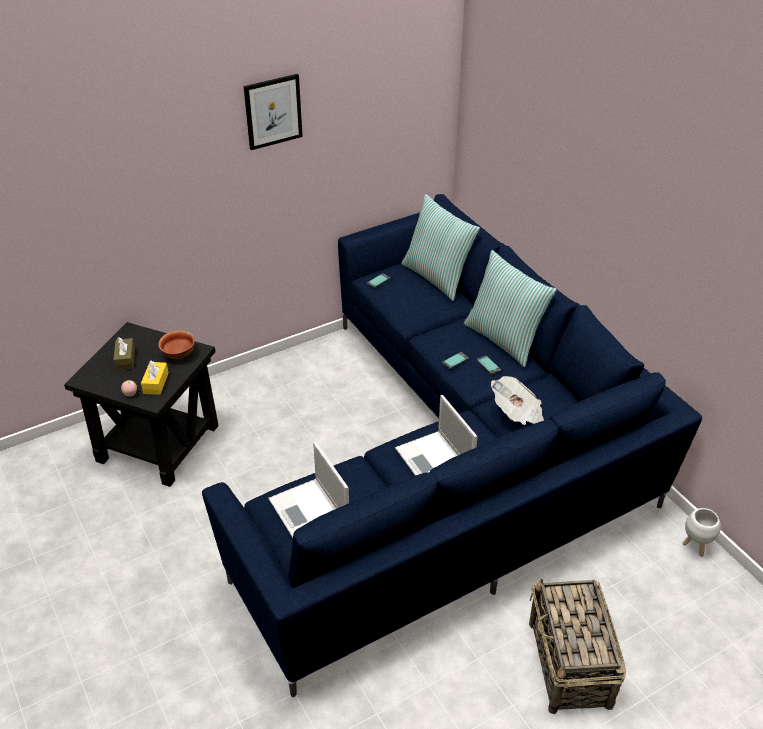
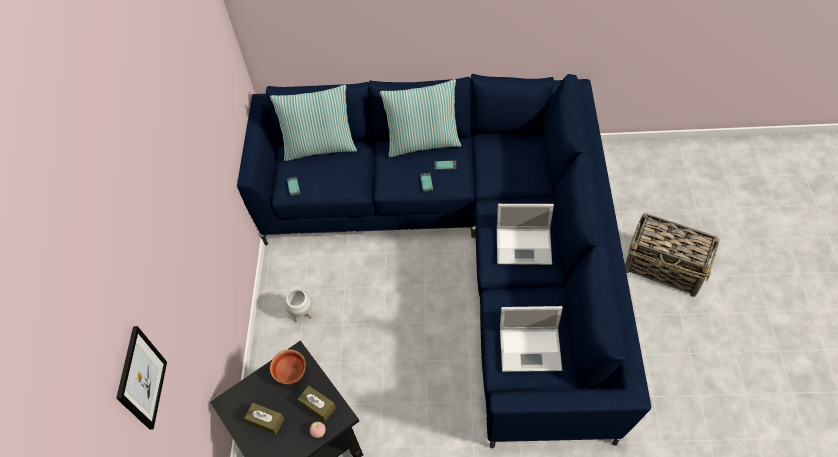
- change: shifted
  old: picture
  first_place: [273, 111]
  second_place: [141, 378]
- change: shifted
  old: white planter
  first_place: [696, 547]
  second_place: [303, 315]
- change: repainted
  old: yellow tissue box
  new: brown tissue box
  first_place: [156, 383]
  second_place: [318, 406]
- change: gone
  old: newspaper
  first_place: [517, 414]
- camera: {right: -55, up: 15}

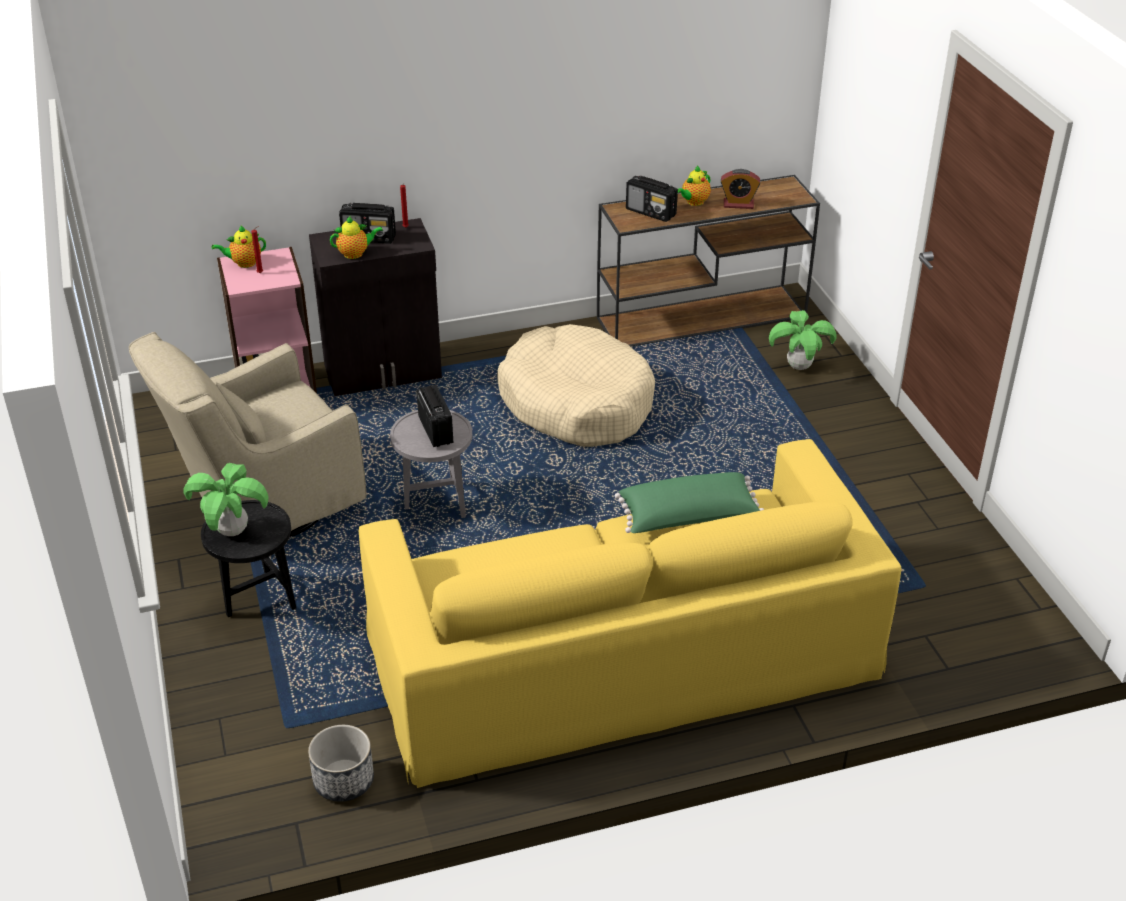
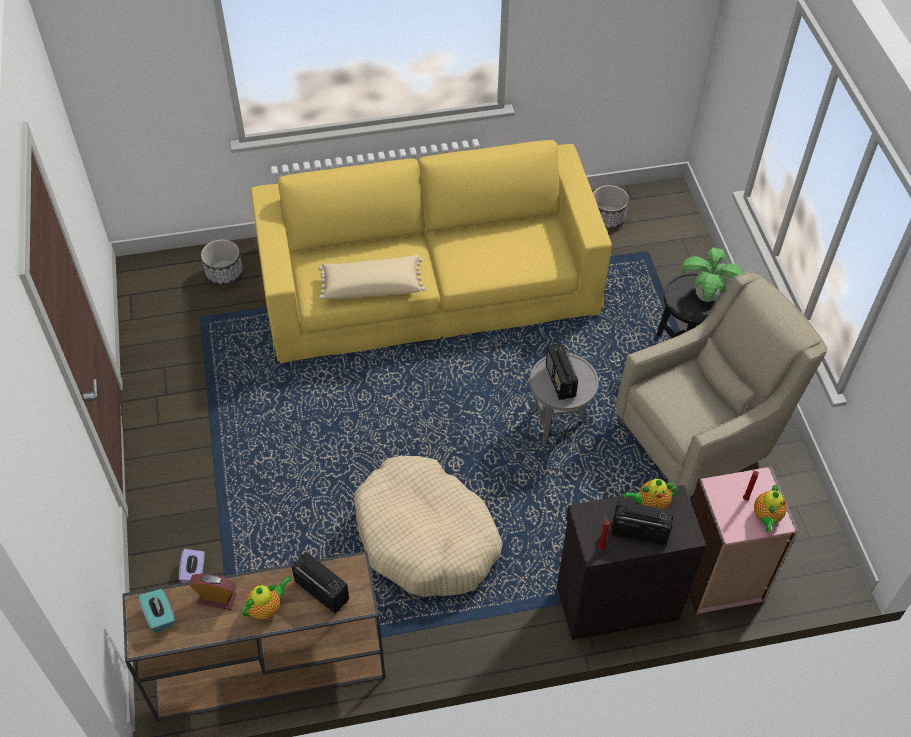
- change: new
  new: turquoise tissue box
  second_place: [160, 616]
- change: swapped
  old: potted plant
  new: purple tissue box
  first_place: [799, 367]
  second_place: [194, 572]
- change: new
  new: planter
  second_place: [224, 273]
- change: repainted
  old: green pillow
  new: beige pillow
  first_place: [688, 518]
  second_place: [372, 285]
- change: rotated
  old: teapot
  first_place: [244, 263]
  second_place: [766, 517]
  degrees: 120
- camera: {right: -175, up: 15}

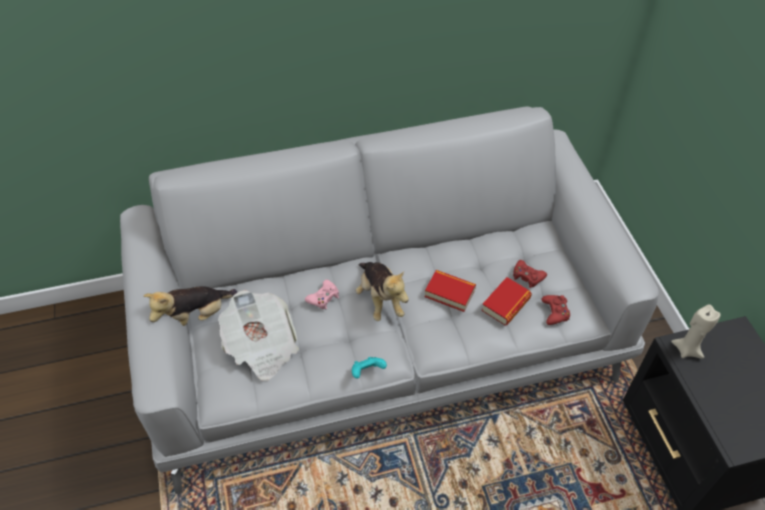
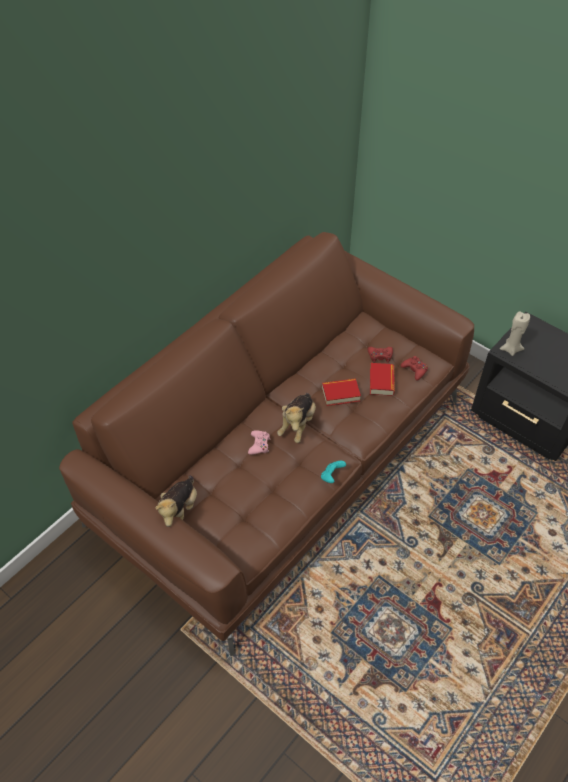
- change: repainted
  old: grey sofa
  new: brown sofa
  first_place: [382, 334]
  second_place: [284, 458]
- change: rotated
  old: plush toy
  first_place: [380, 299]
  second_place: [297, 424]
  degrees: 75
- change: gone
  old: newspaper
  first_place: [261, 346]
- camera: {right: -35, up: 0}

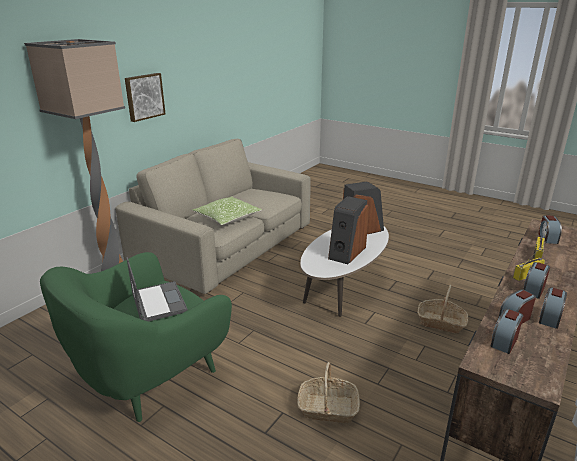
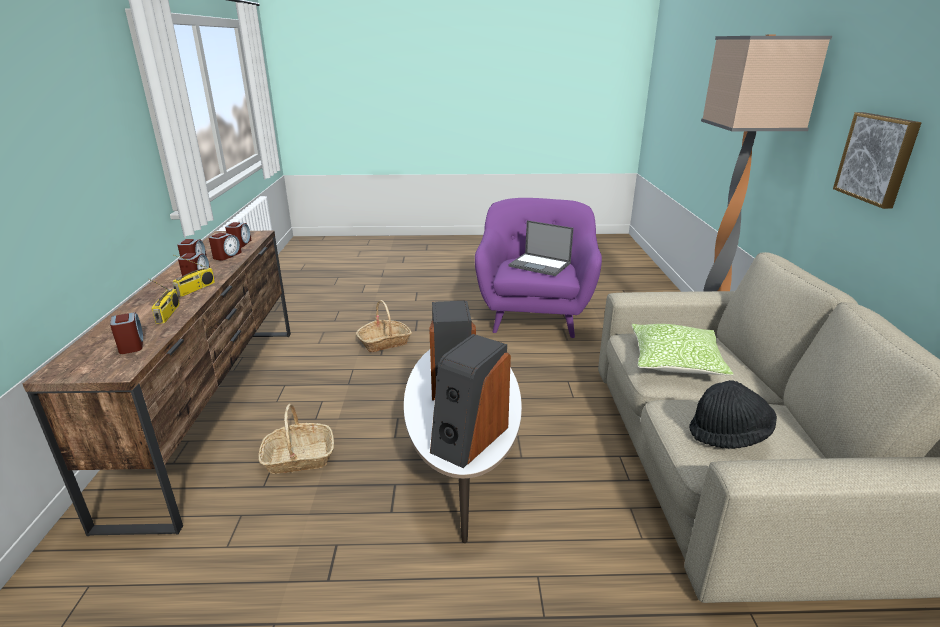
- change: repainted
  old: green armchair
  new: purple armchair
  first_place: [148, 374]
  second_place: [534, 315]
- change: new
  new: black hat
  second_place: [729, 434]
- camera: {right: 145, up: 0}

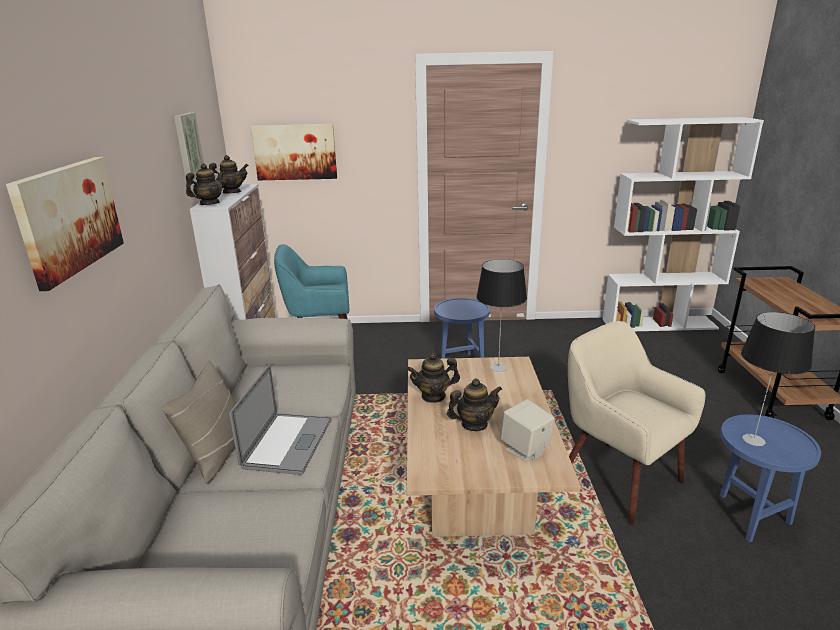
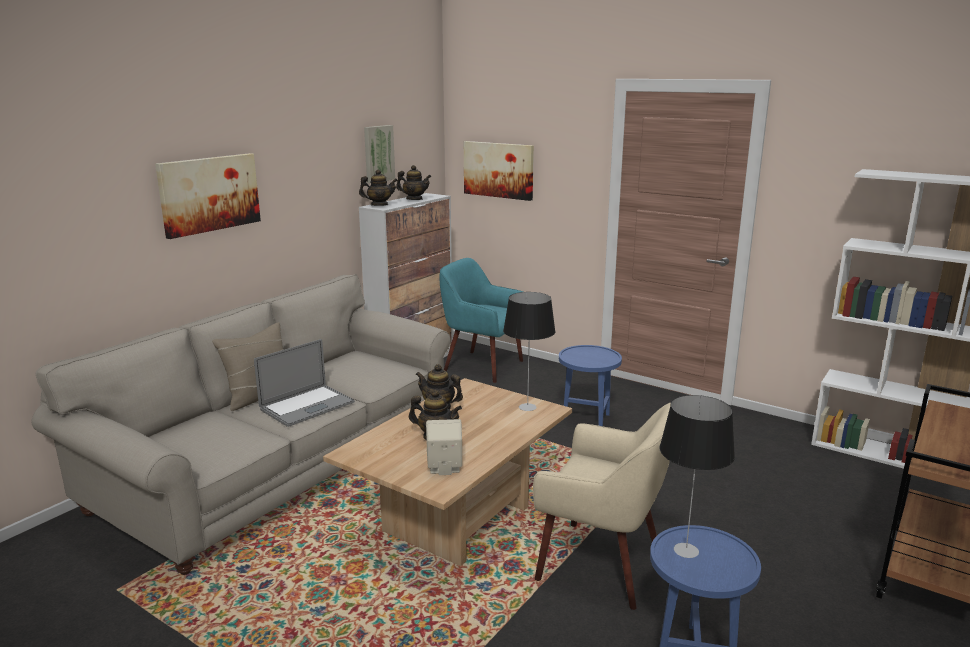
- change: rotated
  old: beige armchair
  first_place: [618, 478]
  second_place: [601, 565]
  degrees: 120
- camera: {right: 35, up: -5}

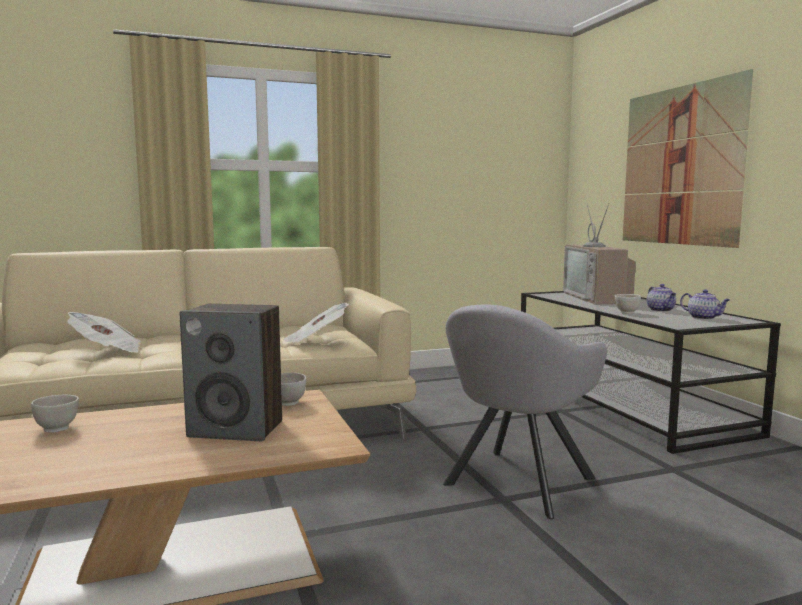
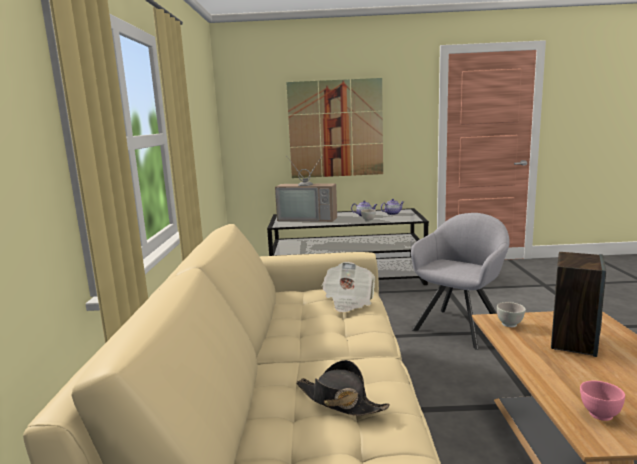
- change: swapped
  old: newspaper
  new: black hat
  first_place: [107, 350]
  second_place: [339, 401]
- change: rotated
  old: grey armchair
  first_place: [515, 484]
  second_place: [460, 326]
  degrees: -105
- change: repainted
  old: white bowl
  new: pink bowl
  first_place: [57, 429]
  second_place: [599, 414]
- camera: {right: -70, up: 5}

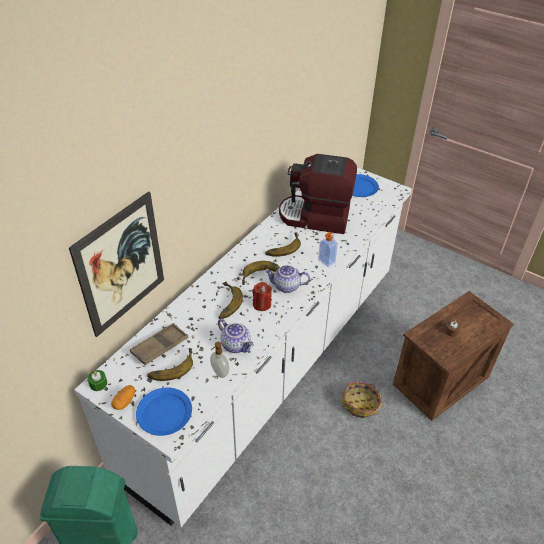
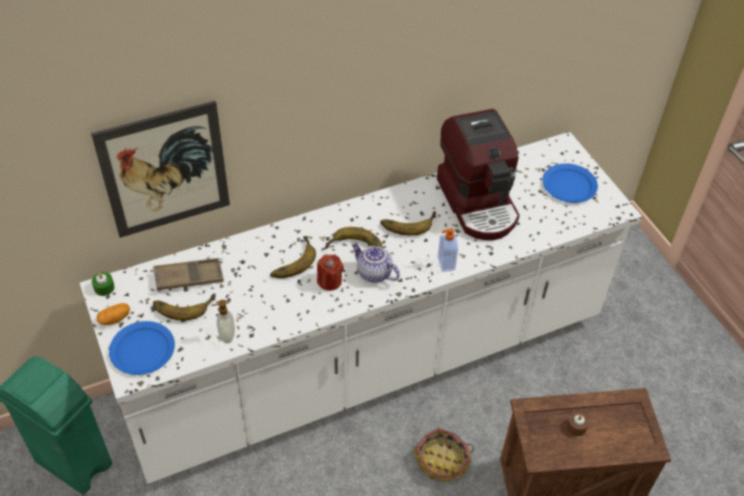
- change: rotated
  old: coffee machine
  first_place: [315, 217]
  second_place: [478, 202]
  degrees: -150
- change: gone
  old: teapot
  first_place: [236, 345]
- camera: {right: 30, up: 5}

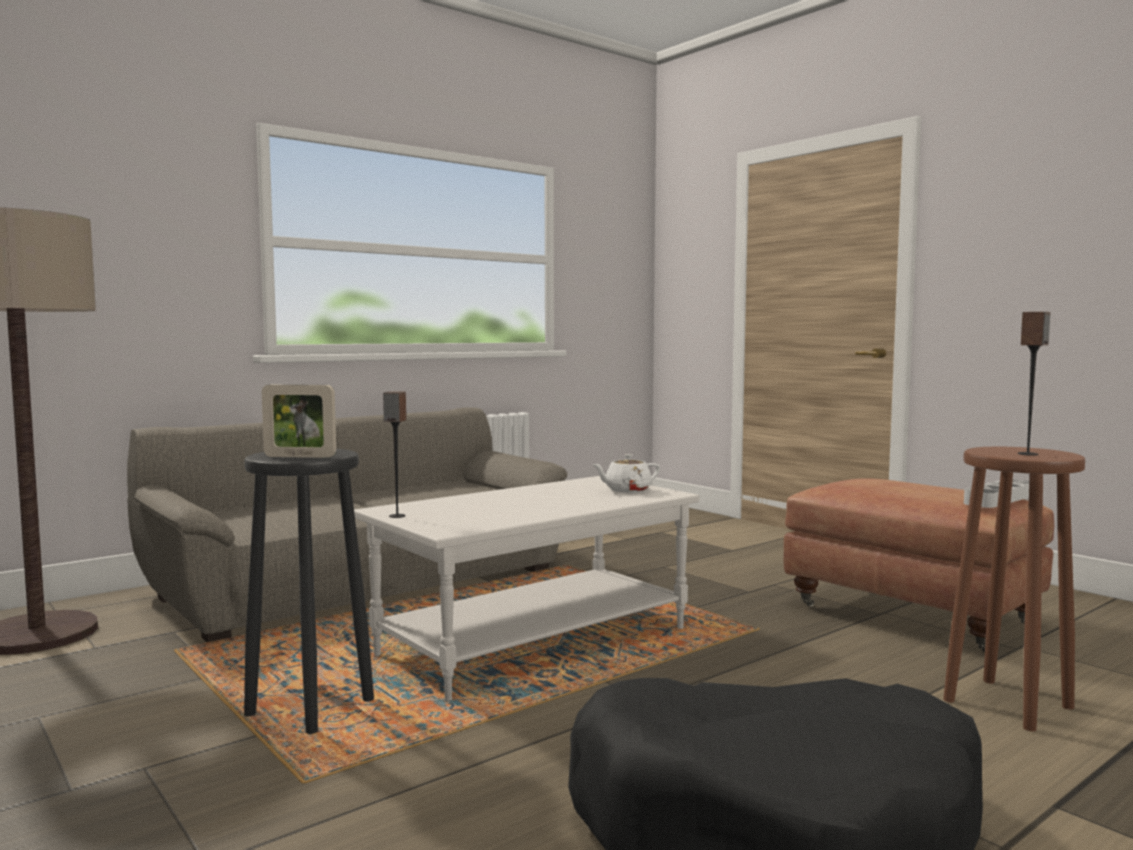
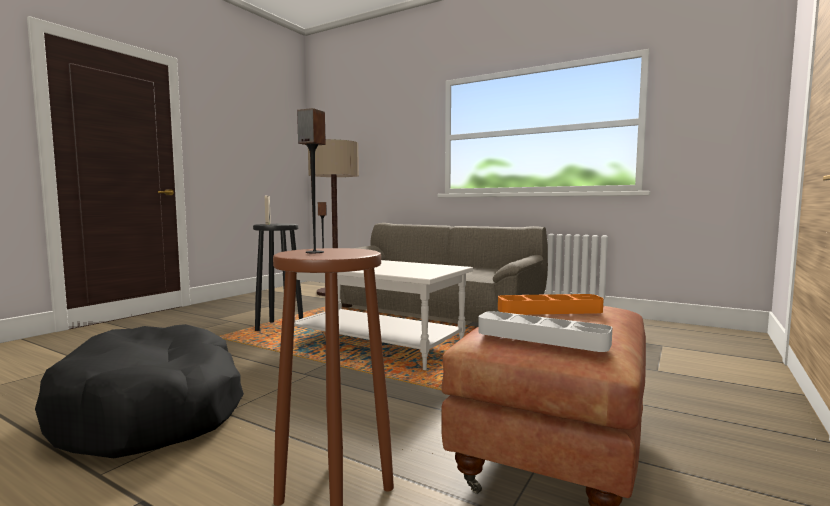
- change: new
  new: orange tray
  second_place: [549, 310]
- change: gone
  old: white teapot
  first_place: [627, 490]
- camera: {right: 70, up: 0}

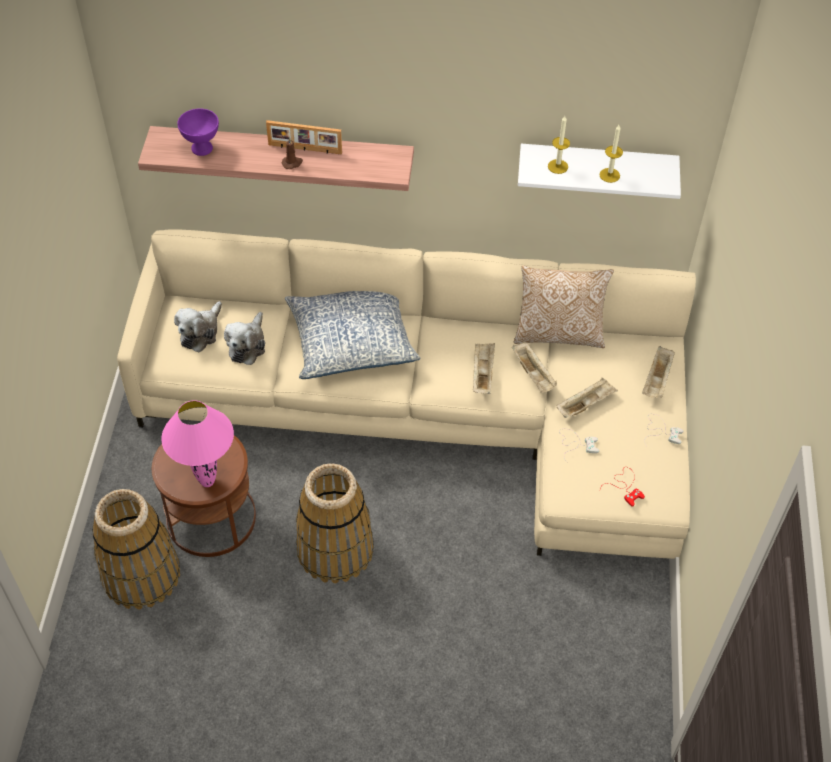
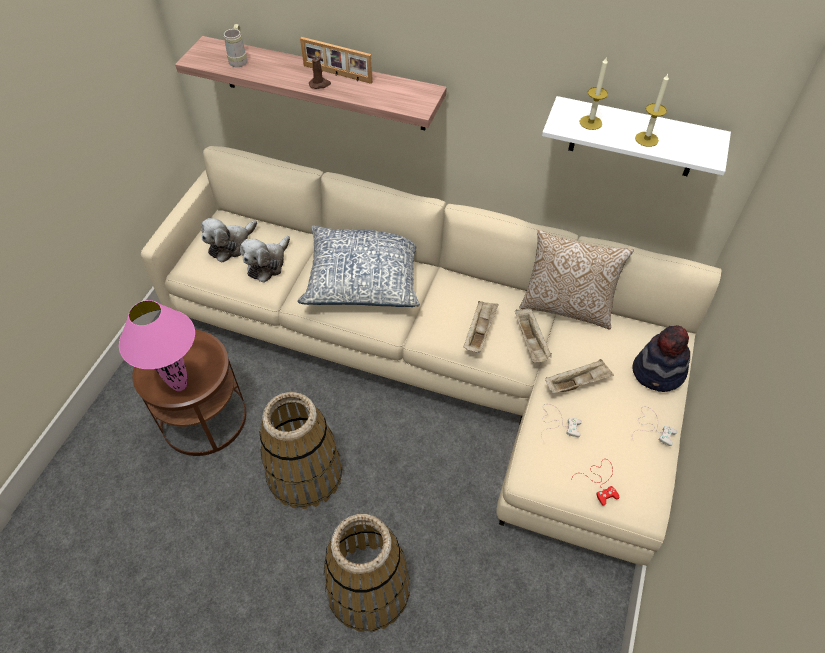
- change: swapped
  old: purple bowl
  new: beige mug
  first_place: [201, 148]
  second_place: [239, 60]
- change: shifted
  old: basket
  first_place: [142, 574]
  second_place: [369, 589]
- change: swapped
  old: beige tray
  new: hat
  first_place: [657, 380]
  second_place: [659, 372]
- camera: {right: 15, up: 0}

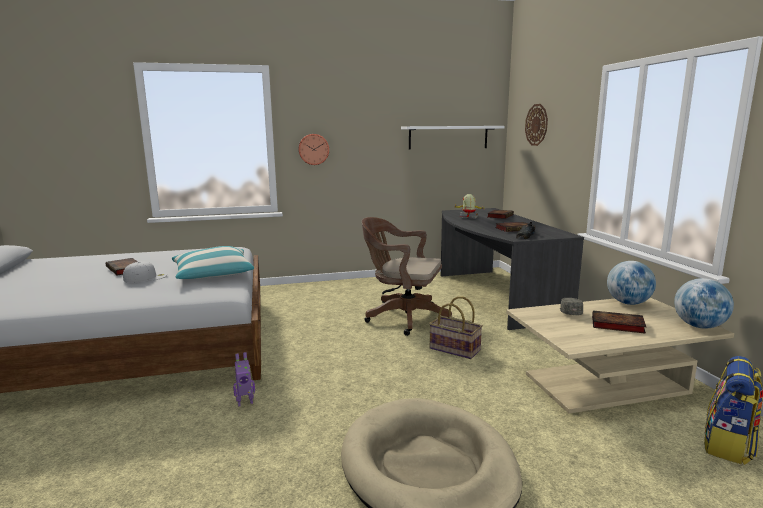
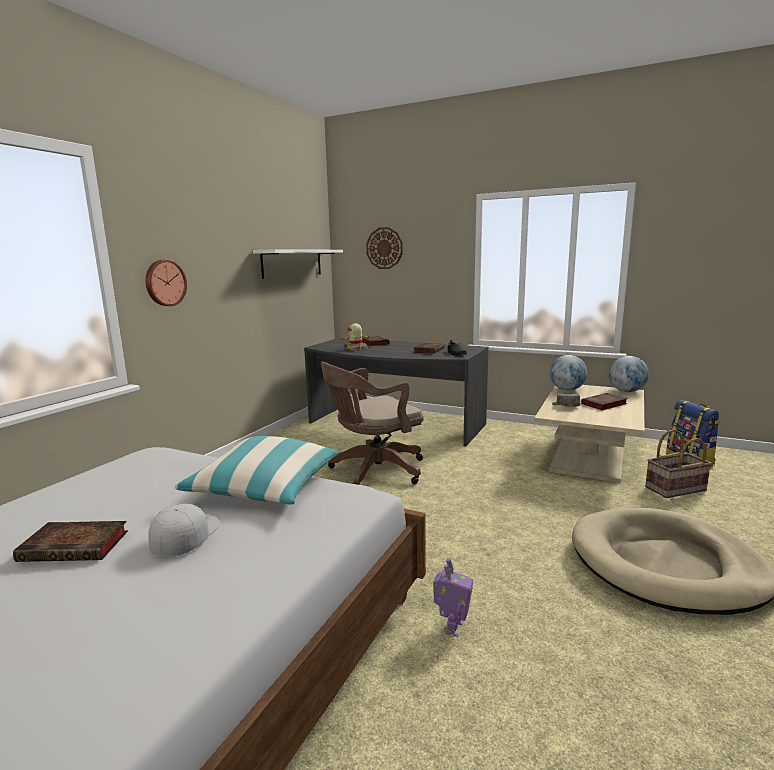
- change: shifted
  old: basket
  first_place: [454, 349]
  second_place: [676, 489]
- camera: {right: -50, up: 0}

